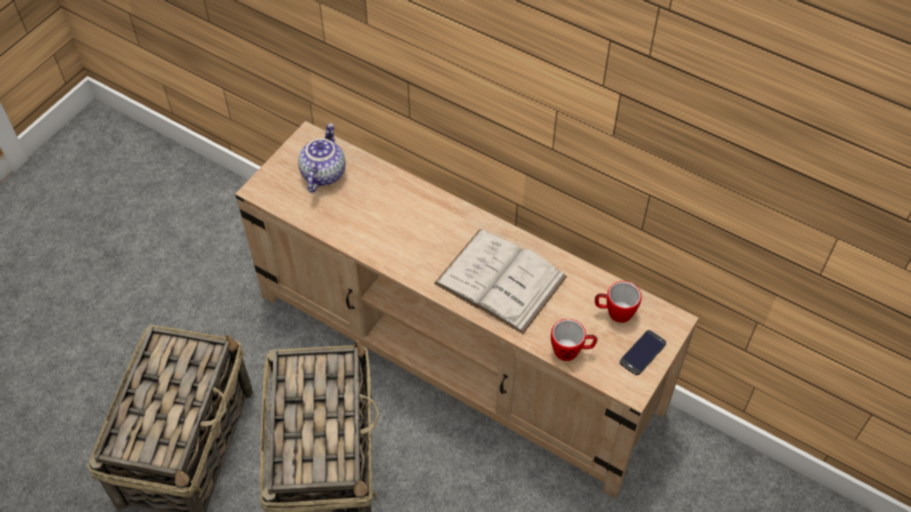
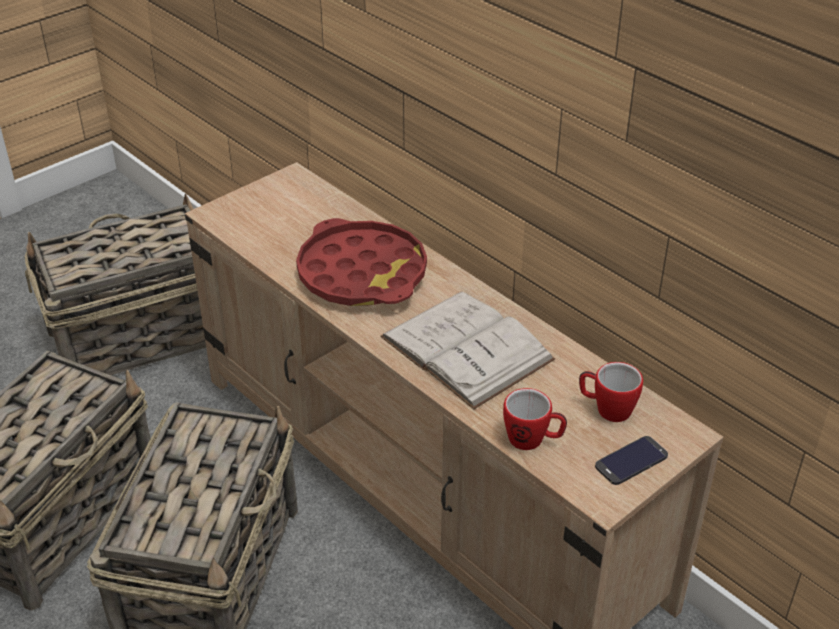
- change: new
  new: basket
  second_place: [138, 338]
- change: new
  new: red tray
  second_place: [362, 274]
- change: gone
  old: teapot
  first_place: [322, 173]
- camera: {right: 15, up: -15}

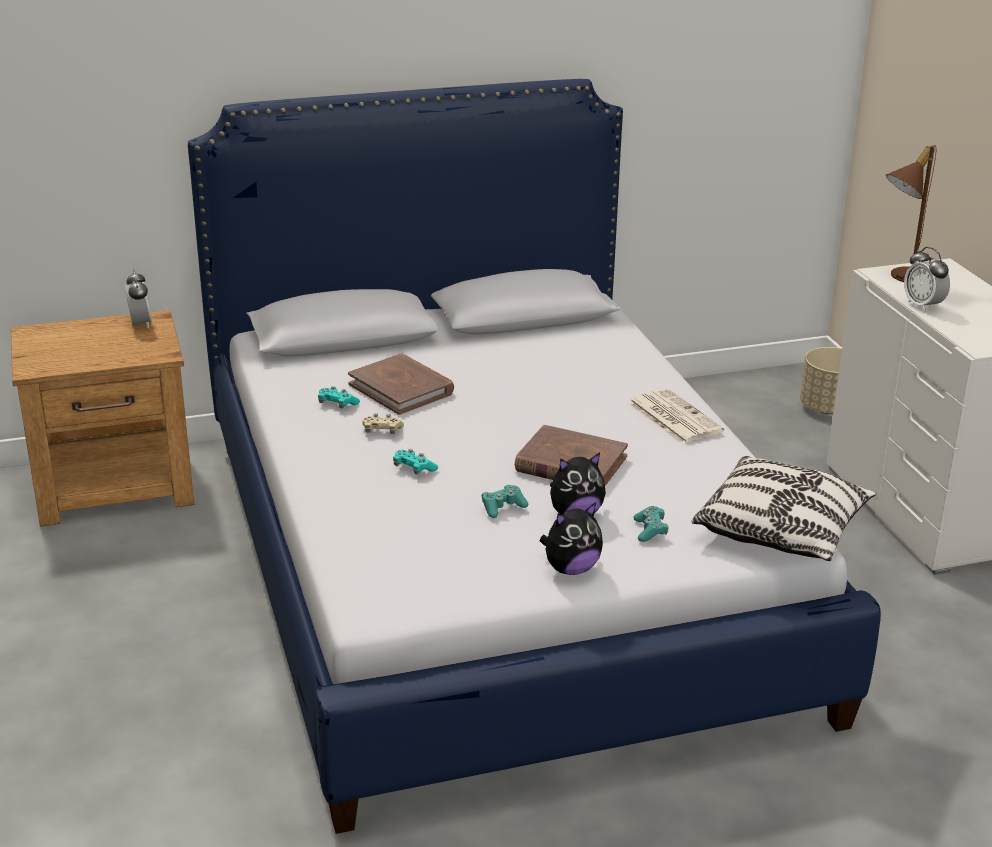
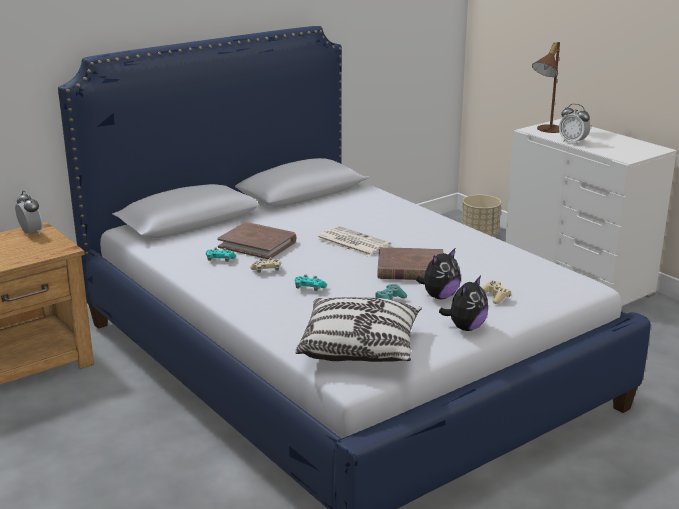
- change: shifted
  old: pillow
  first_place: [781, 530]
  second_place: [360, 348]
- change: shifted
  old: newspaper
  first_place: [673, 417]
  second_place: [351, 242]
- change: repainted
  old: turquoise game controller
  new: beige game controller
  first_place: [650, 530]
  second_place: [495, 297]
- camera: {right: -20, up: -5}

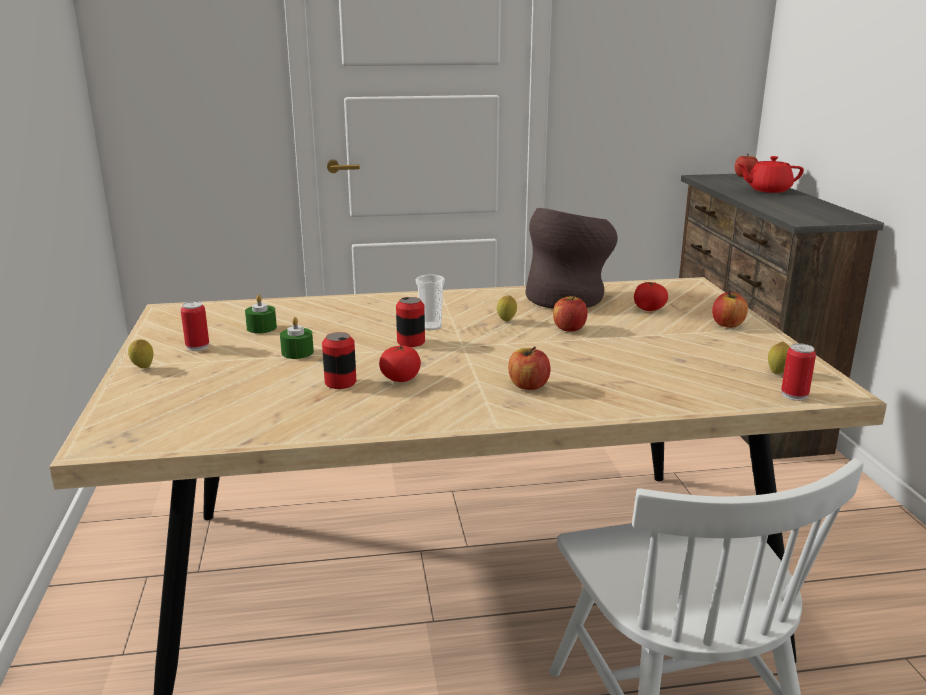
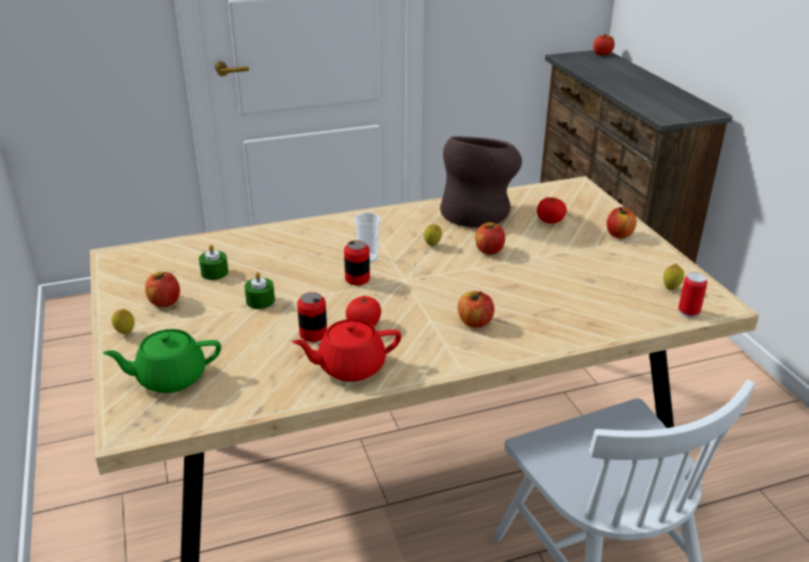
- change: new
  new: green teapot
  second_place: [170, 378]
- change: swapped
  old: can
  new: apple
  first_place: [197, 347]
  second_place: [164, 302]
- change: shifted
  old: red teapot
  first_place: [768, 190]
  second_place: [350, 367]
- camera: {right: -10, up: 10}

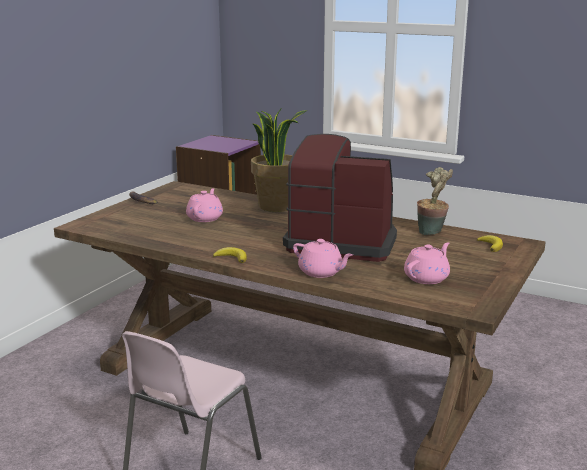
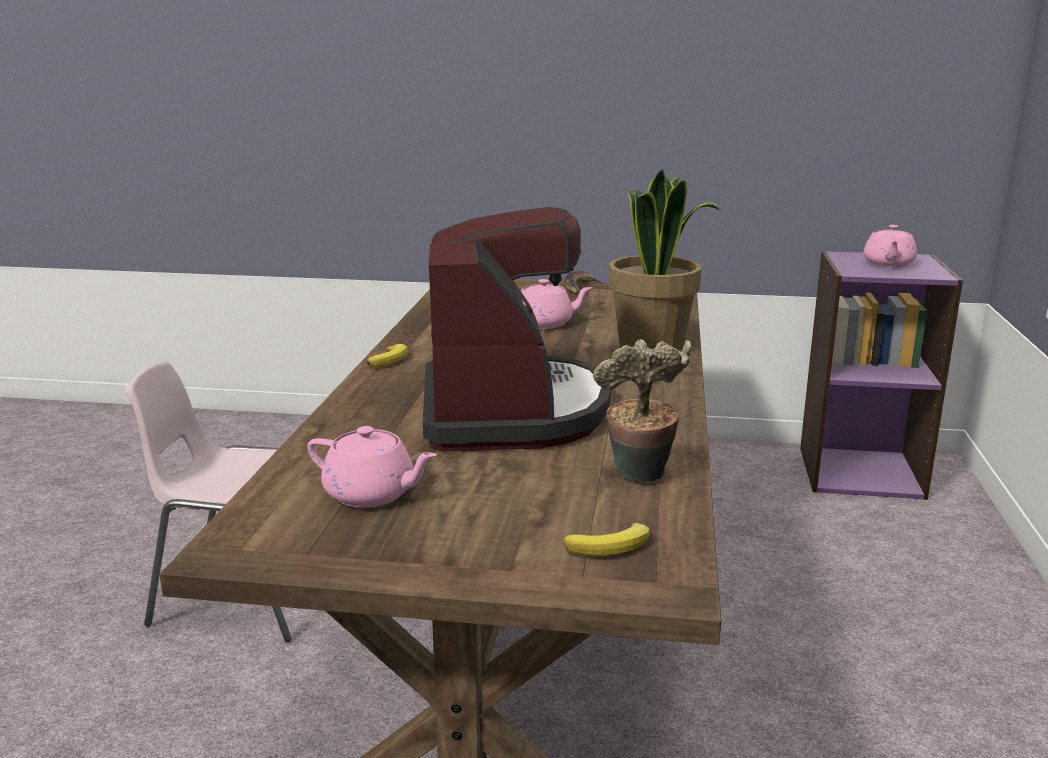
- change: shifted
  old: pink teapot
  first_place: [321, 272]
  second_place: [888, 264]
- camera: {right: 70, up: 0}

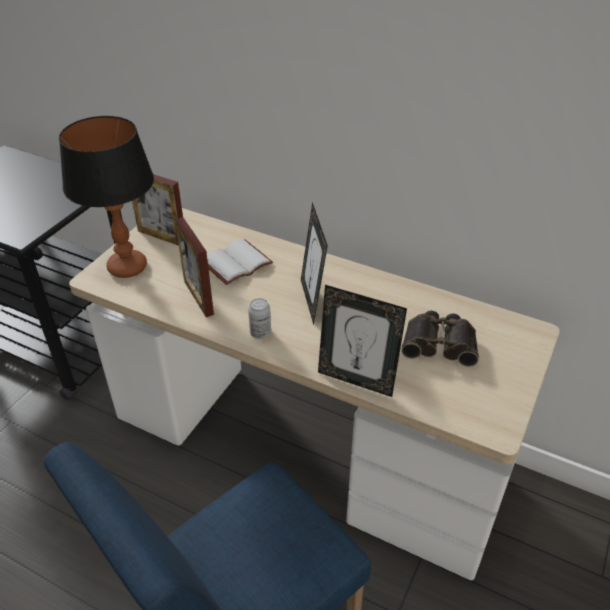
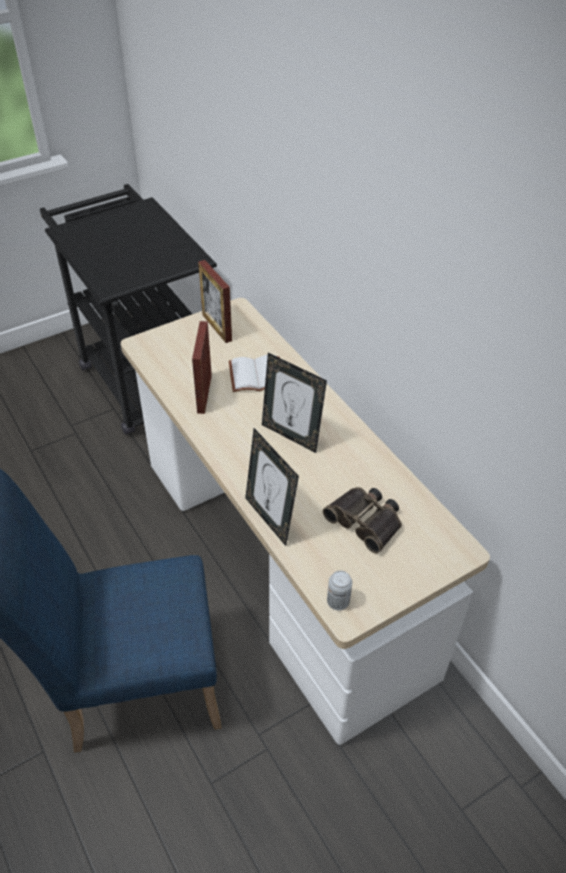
- change: rotated
  old: picture frame
  first_place: [312, 300]
  second_place: [291, 435]
  degrees: -75
- change: shifted
  old: can
  first_place: [260, 333]
  second_place: [338, 602]
- change: gone
  old: table lamp
  first_place: [128, 267]
- camera: {right: 30, up: 5}

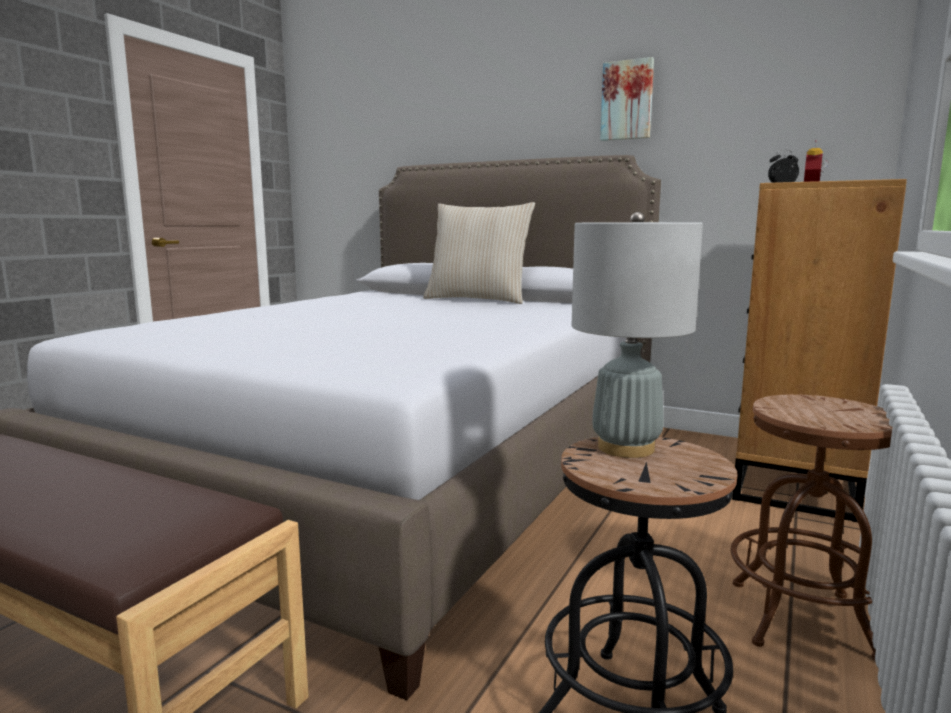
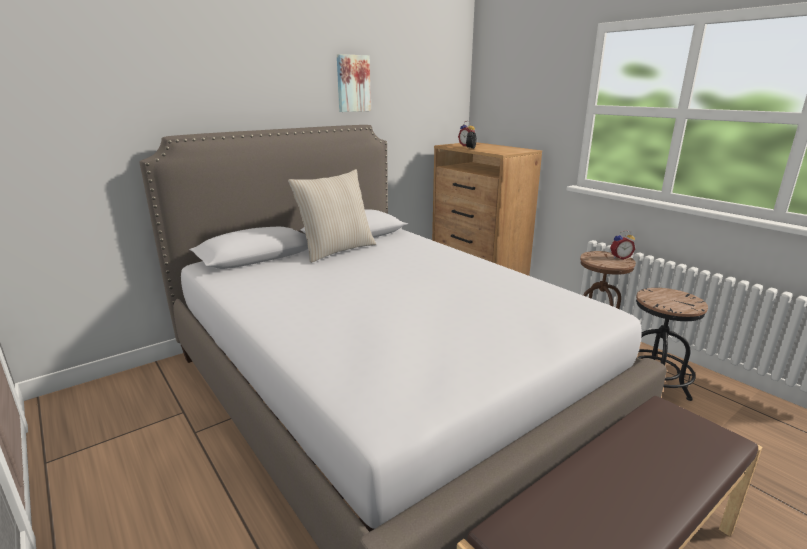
- change: new
  new: alarm clock
  second_place: [619, 257]
- change: gone
  old: grey table lamp
  first_place: [625, 447]
- camera: {right: -65, up: 10}

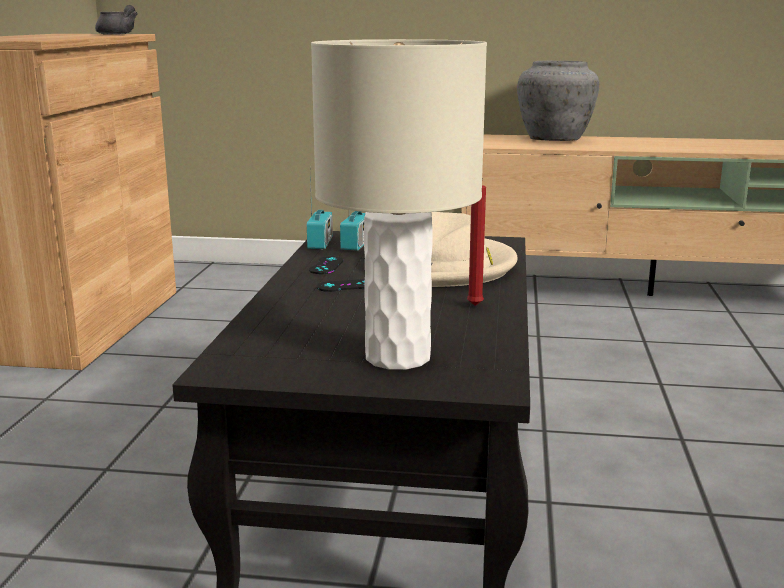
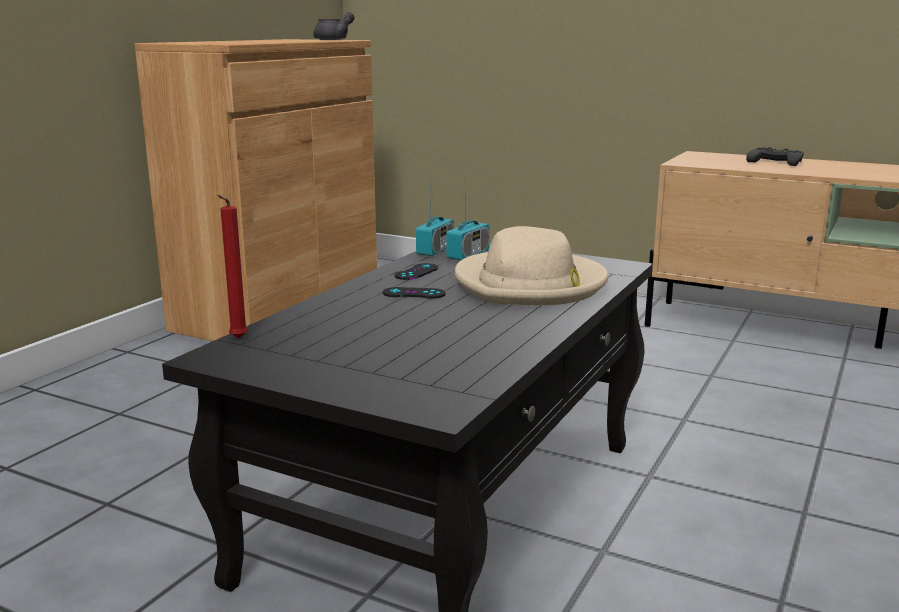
- change: shifted
  old: red candle
  first_place: [475, 306]
  second_place: [236, 339]
- change: swapped
  old: grey vase
  new: black game controller
  first_place: [555, 139]
  second_place: [777, 161]
- change: gone
  old: beige table lamp
  first_place: [397, 358]
- camera: {right: 20, up: 0}

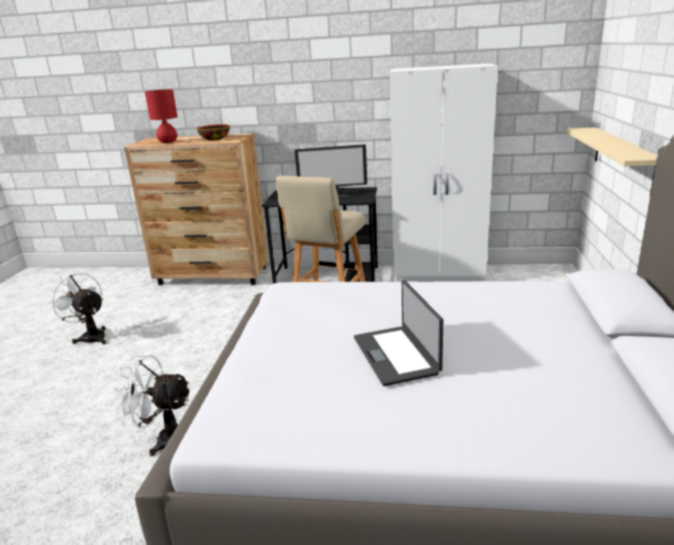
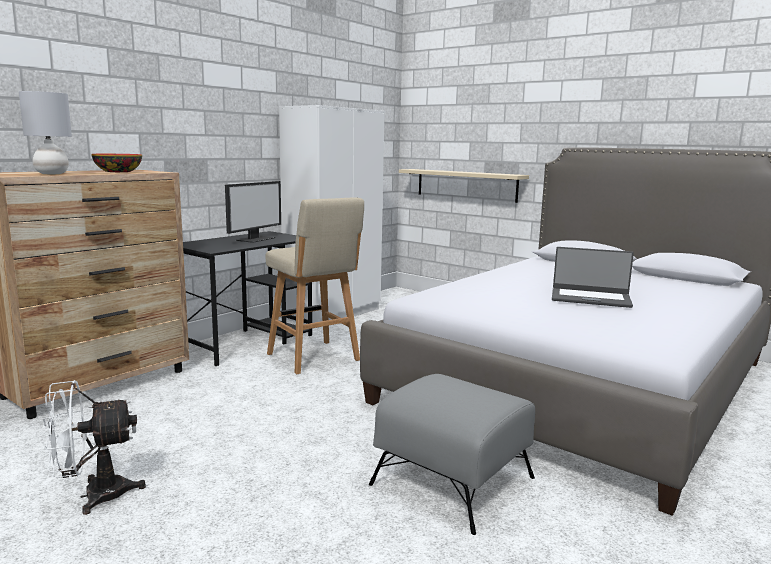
- change: repainted
  old: red table lamp
  new: grey table lamp
  first_place: [167, 142]
  second_place: [51, 174]
- change: swapped
  old: white fan
  new: grey ottoman
  first_place: [165, 439]
  second_place: [453, 481]
- camera: {right: -60, up: -10}

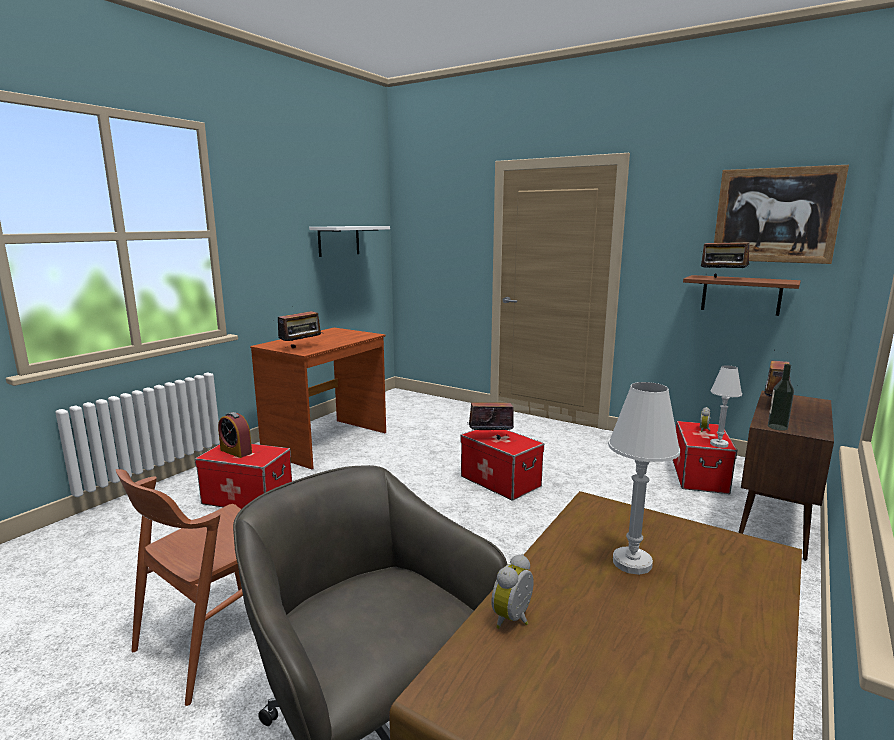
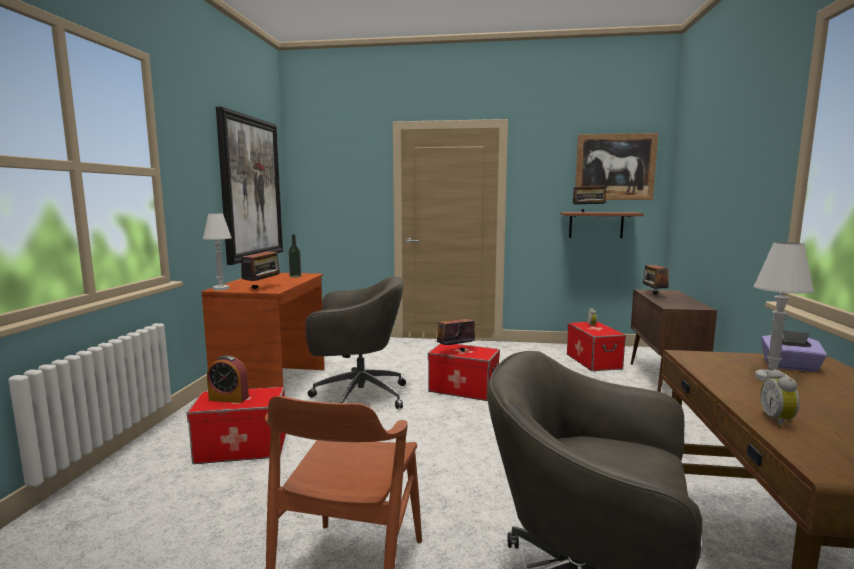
- change: shifted
  old: white table lamp
  first_place: [719, 444]
  second_place: [221, 289]
- change: swapped
  old: white shelf
  new: picture
  first_place: [338, 241]
  second_place: [251, 189]
- change: shifted
  old: bottle
  first_place: [777, 427]
  second_place: [295, 276]
- change: new
  new: grey office chair
  second_place: [357, 396]
- change: new
  new: purple tissue box
  second_place: [790, 366]
- camera: {right: -25, up: -5}

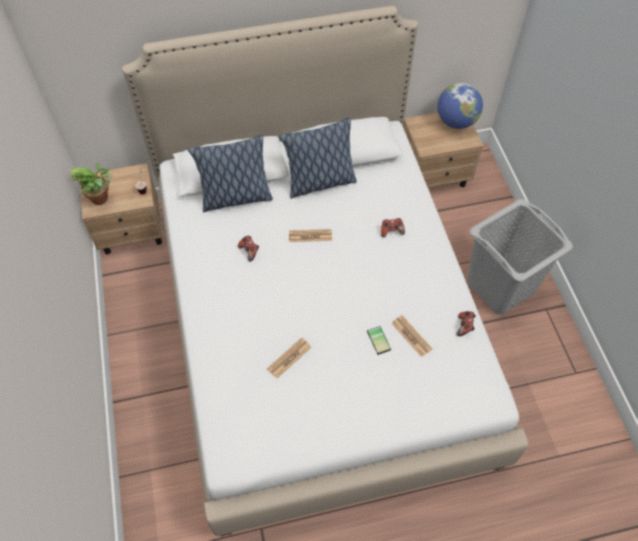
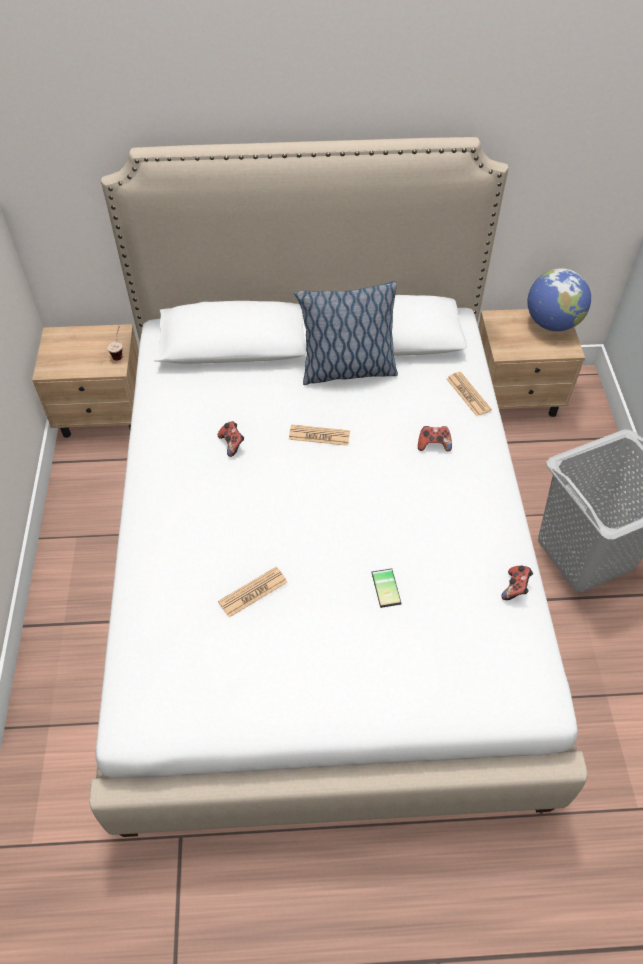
- change: shifted
  old: newspaper
  first_place: [411, 336]
  second_place: [468, 394]
- change: gone
  old: potted plant
  first_place: [102, 198]
- change: gone
  old: pillow
  first_place: [235, 198]
- camera: {right: 10, up: -5}

